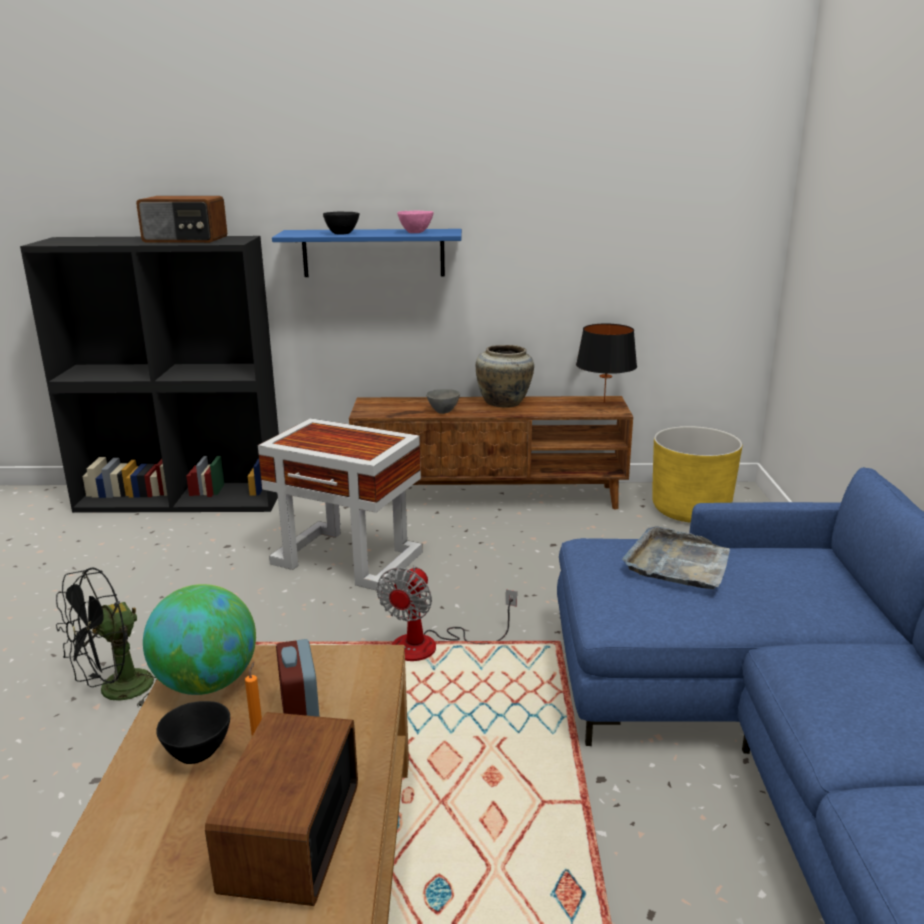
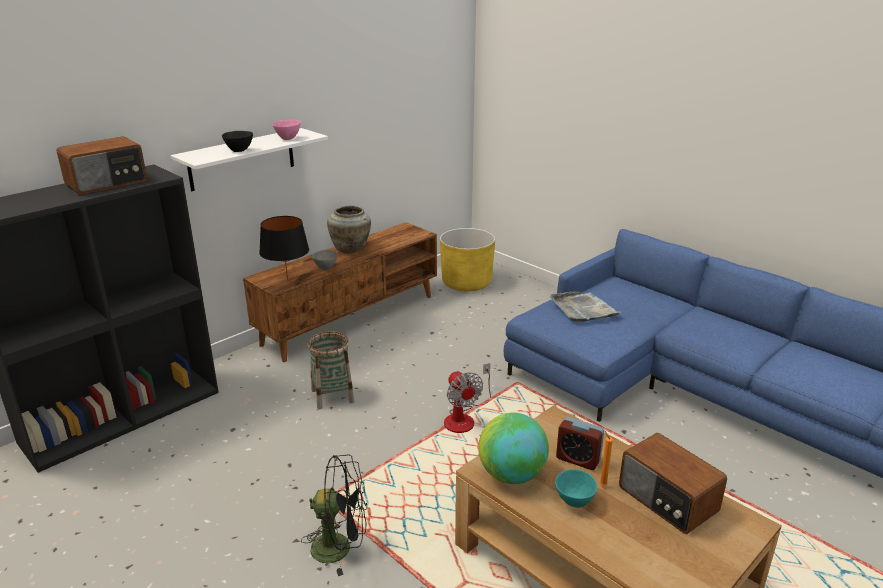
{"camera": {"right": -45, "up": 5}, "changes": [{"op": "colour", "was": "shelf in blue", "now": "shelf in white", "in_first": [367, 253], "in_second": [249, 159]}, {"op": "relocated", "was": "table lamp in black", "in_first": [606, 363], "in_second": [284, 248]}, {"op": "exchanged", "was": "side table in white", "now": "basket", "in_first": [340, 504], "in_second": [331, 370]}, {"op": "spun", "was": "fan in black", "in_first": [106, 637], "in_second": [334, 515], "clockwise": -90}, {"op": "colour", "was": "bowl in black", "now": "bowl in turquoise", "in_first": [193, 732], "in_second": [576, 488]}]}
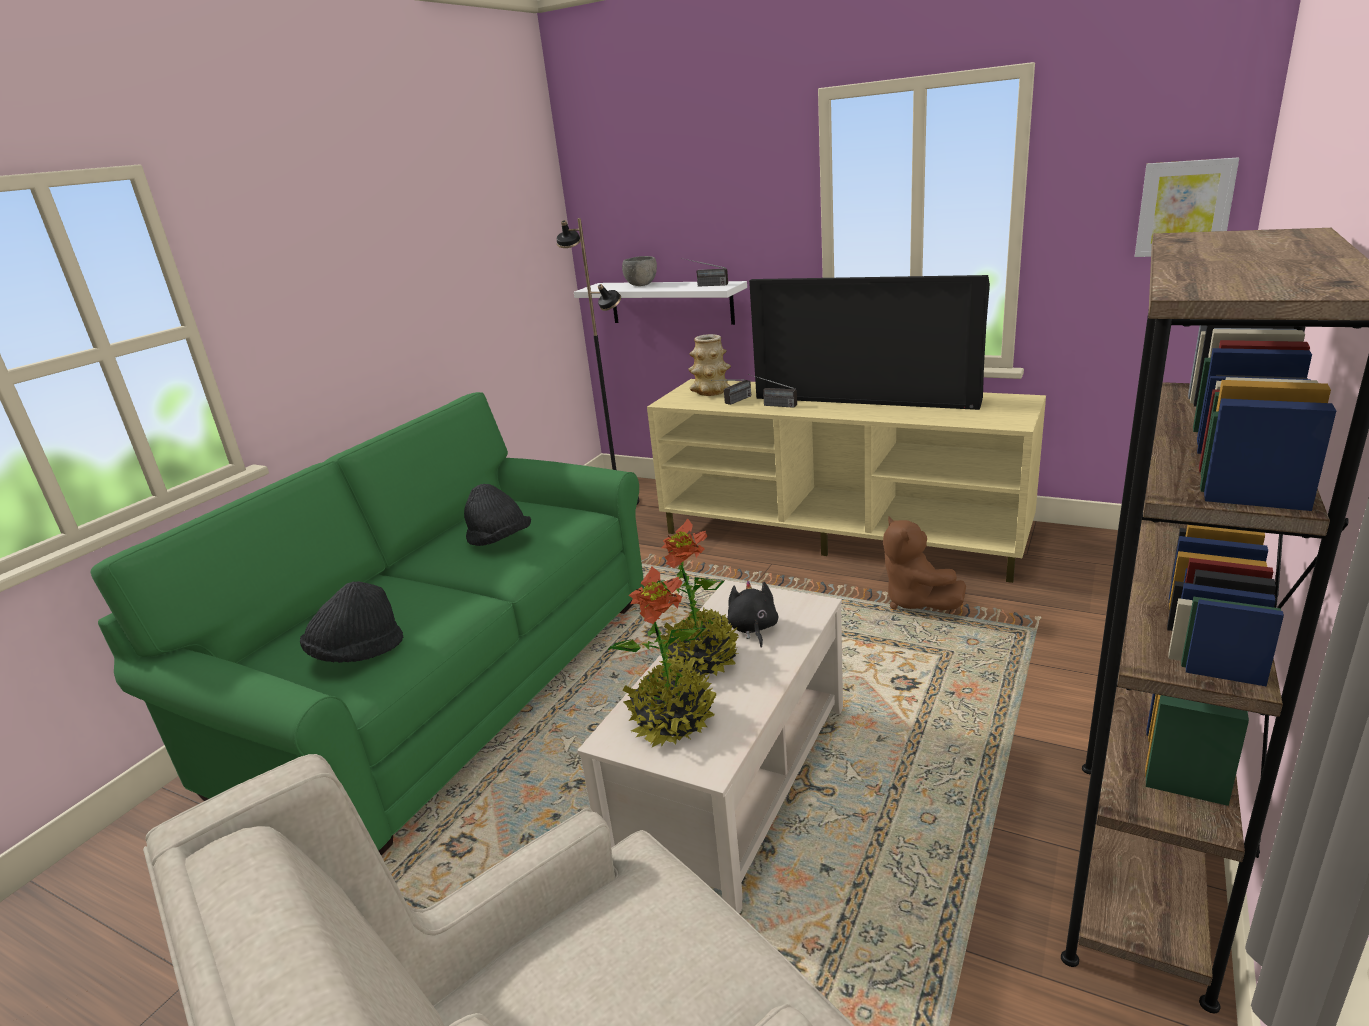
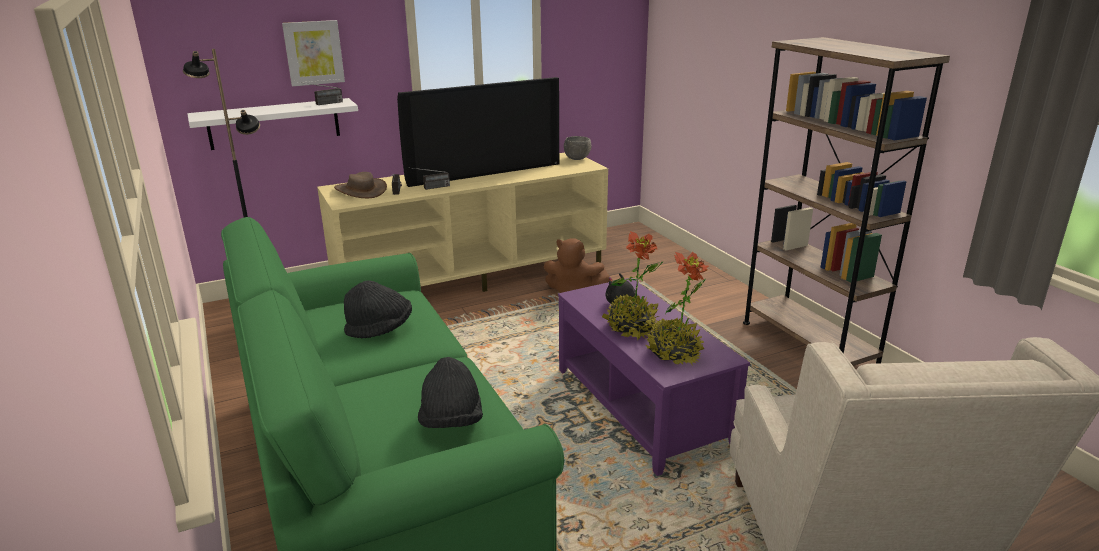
{"camera": {"right": -55, "up": 0}, "changes": [{"op": "relocated", "was": "picture", "in_first": [1187, 207], "in_second": [313, 53]}, {"op": "relocated", "was": "bowl in grey", "in_first": [639, 271], "in_second": [578, 148]}, {"op": "exchanged", "was": "vase", "now": "hat in brown", "in_first": [709, 365], "in_second": [360, 185]}, {"op": "colour", "was": "coffee table in beige", "now": "coffee table in purple", "in_first": [710, 747], "in_second": [654, 377]}]}
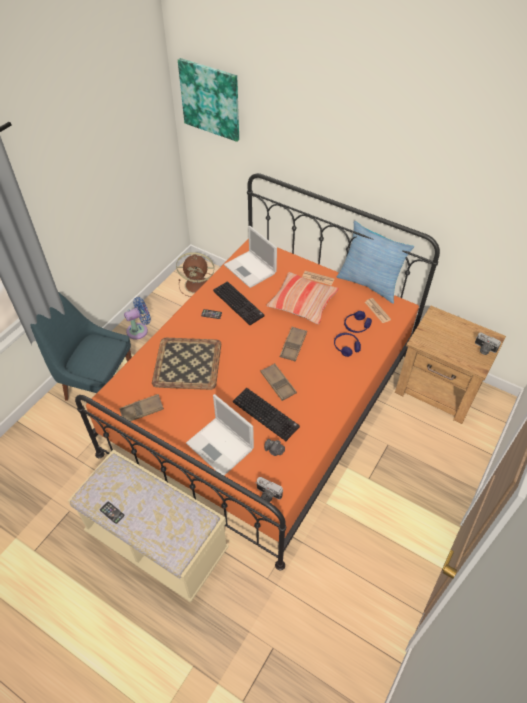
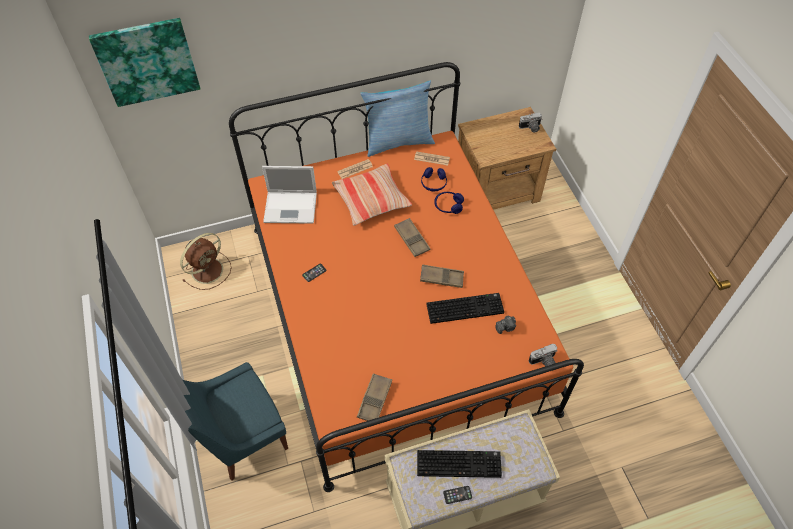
{"camera": {"right": -50, "up": 5}, "changes": [{"op": "relocated", "was": "keyboard", "in_first": [238, 303], "in_second": [459, 464]}, {"op": "missing", "was": "fan in blue", "in_first": [137, 318]}, {"op": "missing", "was": "tray", "in_first": [186, 364]}, {"op": "missing", "was": "laptop", "in_first": [220, 434]}]}
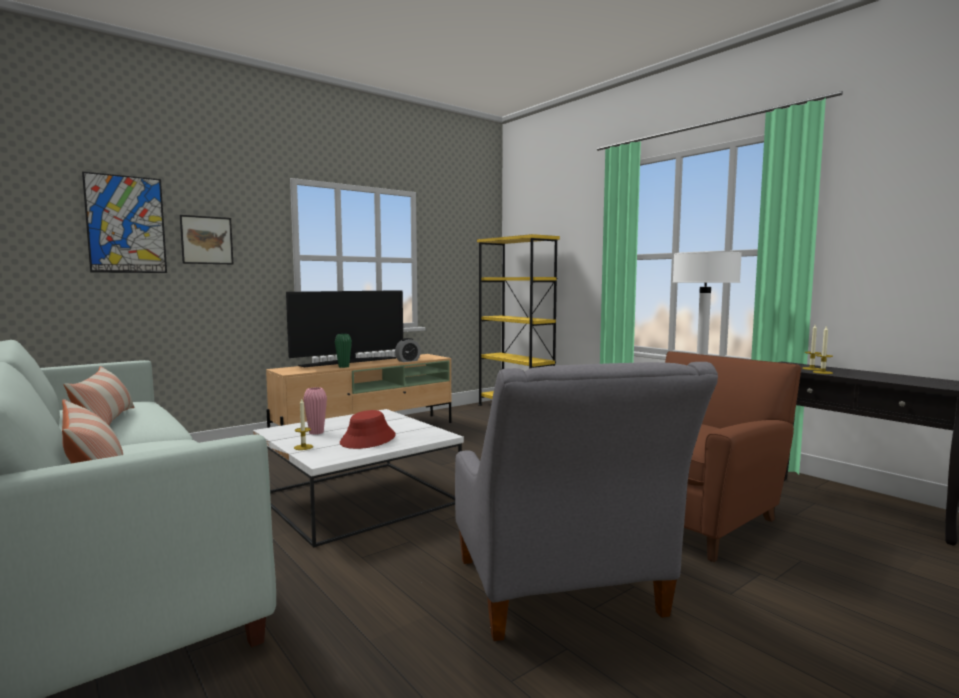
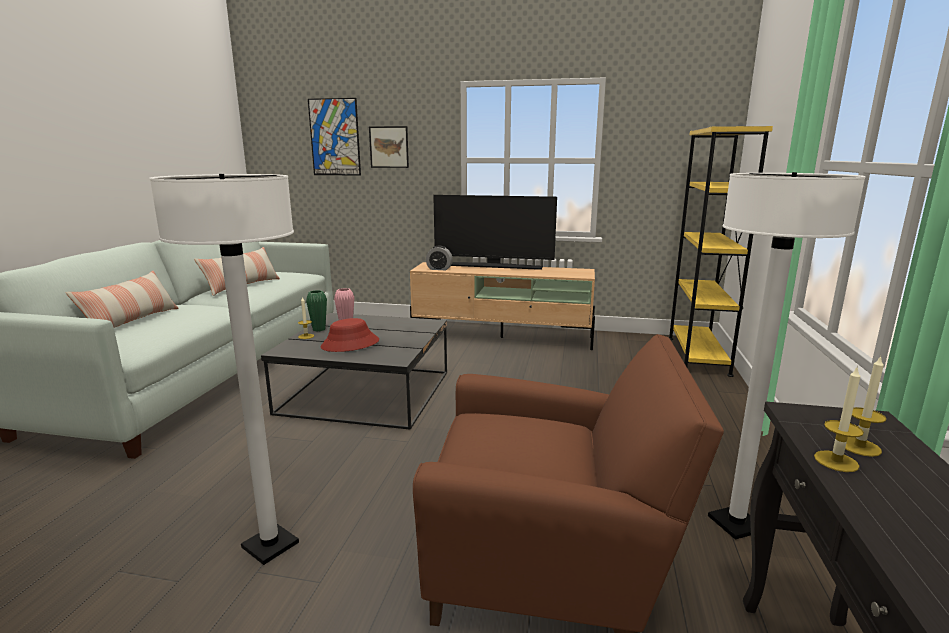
{"camera": {"right": 50, "up": 10}, "changes": [{"op": "relocated", "was": "vase in green", "in_first": [343, 351], "in_second": [316, 310]}, {"op": "relocated", "was": "alarm clock", "in_first": [408, 350], "in_second": [439, 258]}, {"op": "exchanged", "was": "armchair in grey", "now": "floor lamp in white", "in_first": [586, 501], "in_second": [224, 369]}, {"op": "colour", "was": "coffee table in white", "now": "coffee table in black", "in_first": [358, 478], "in_second": [354, 371]}]}
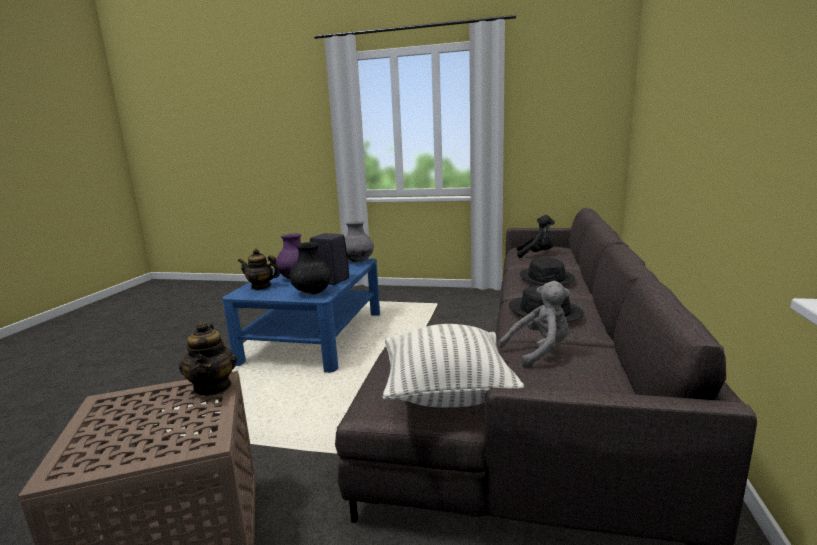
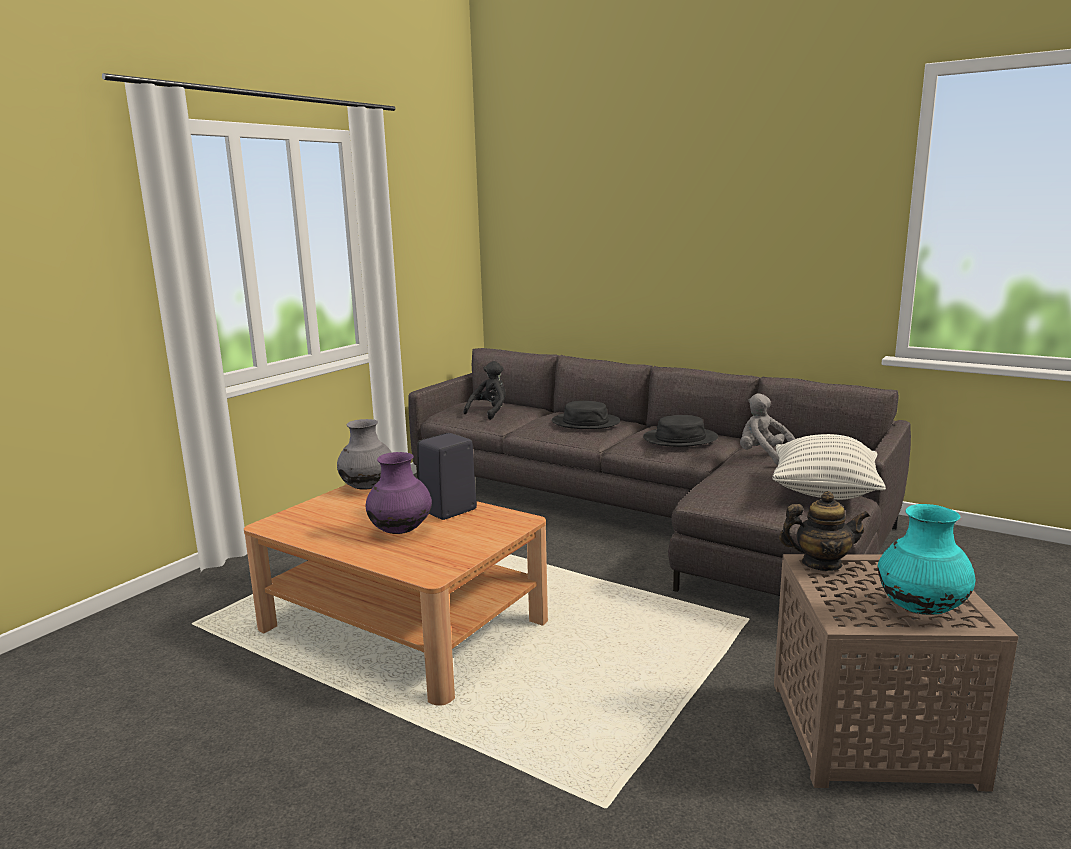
{"camera": {"right": -70, "up": 0}, "changes": [{"op": "missing", "was": "vase in black", "in_first": [310, 268]}, {"op": "missing", "was": "teapot", "in_first": [259, 269]}, {"op": "colour", "was": "coffee table in blue", "now": "coffee table in brown", "in_first": [301, 315], "in_second": [396, 595]}, {"op": "spun", "was": "plush toy in grey", "in_first": [534, 325], "in_second": [767, 429], "clockwise": -45}, {"op": "appeared", "now": "vase in turquoise", "in_second": [926, 559]}]}
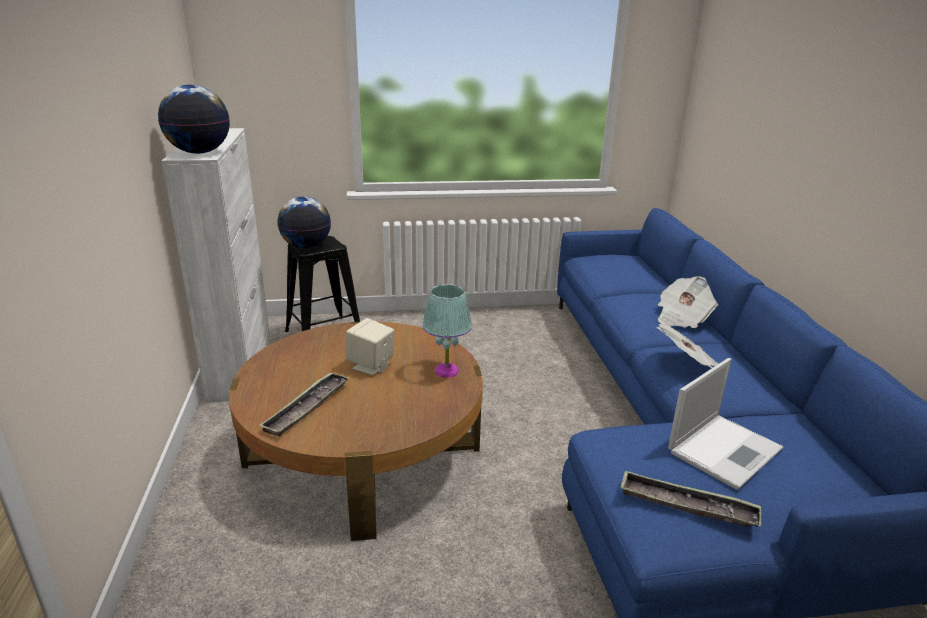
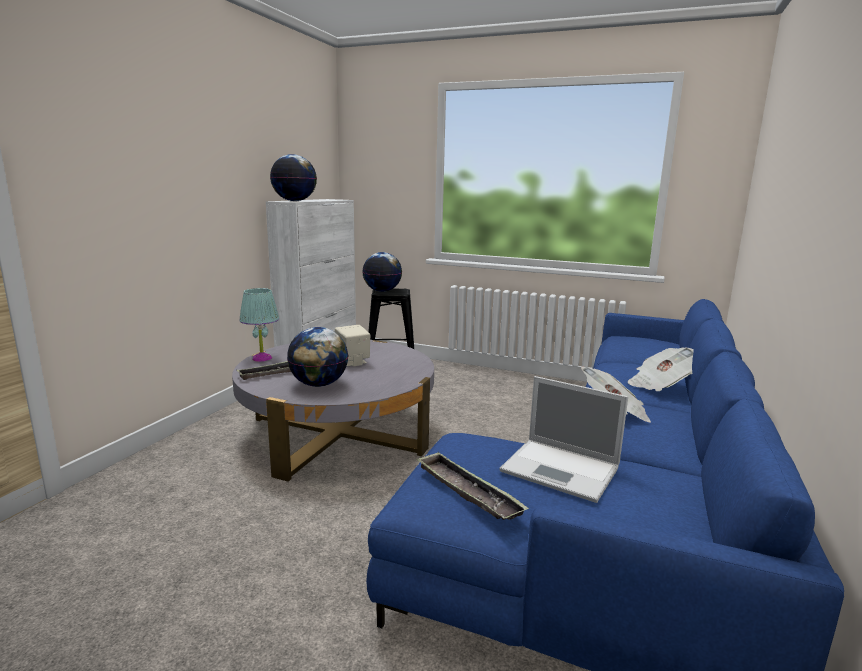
{"camera": {"right": 30, "up": -10}, "changes": [{"op": "relocated", "was": "table lamp in turquoise", "in_first": [447, 331], "in_second": [259, 325]}, {"op": "colour", "was": "coffee table in brown", "now": "coffee table in grey", "in_first": [356, 431], "in_second": [333, 411]}, {"op": "spun", "was": "laptop", "in_first": [725, 424], "in_second": [563, 439], "clockwise": 45}, {"op": "appeared", "now": "globe", "in_second": [317, 357]}]}
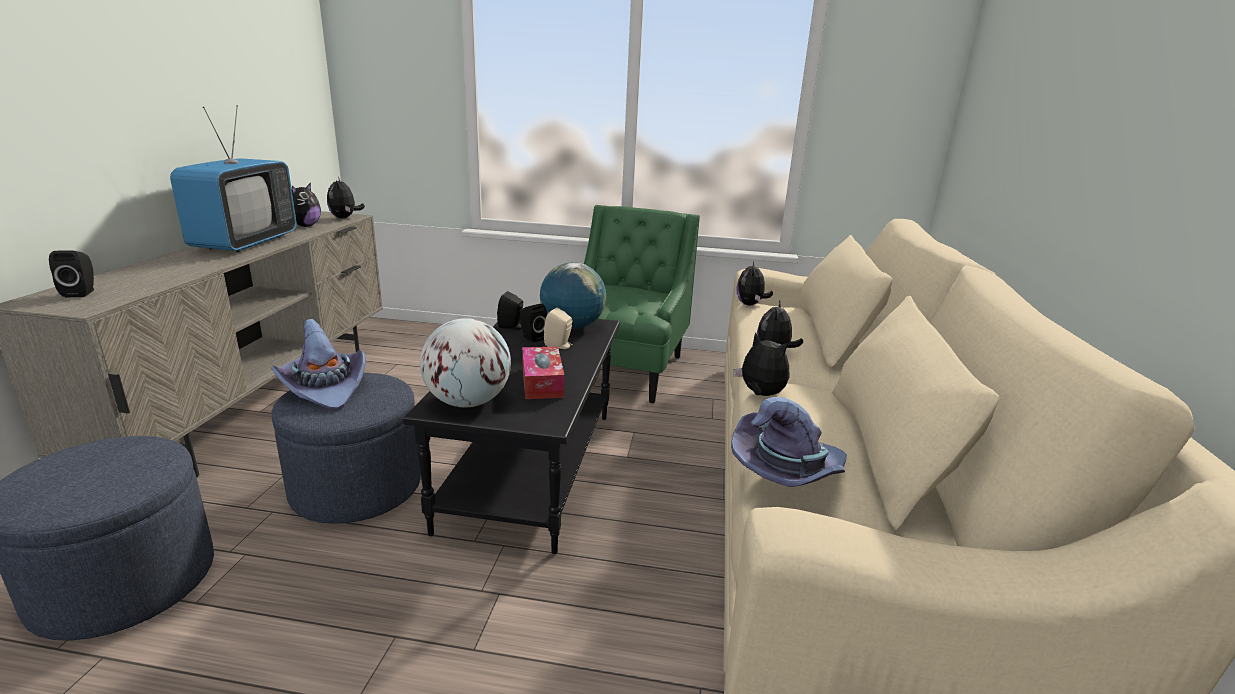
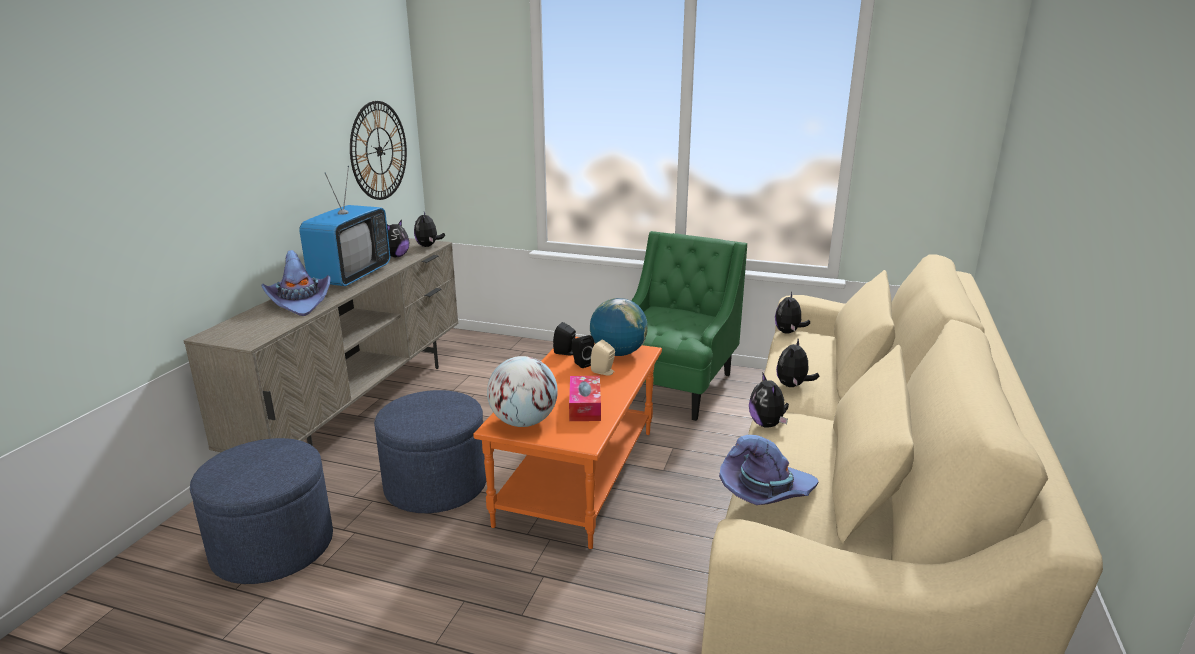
{"camera": {"right": 10, "up": 0}, "changes": [{"op": "missing", "was": "speaker in black", "in_first": [71, 274]}, {"op": "relocated", "was": "hat in purple", "in_first": [318, 364], "in_second": [296, 283]}, {"op": "colour", "was": "coffee table in black", "now": "coffee table in orange", "in_first": [511, 436], "in_second": [567, 443]}, {"op": "spun", "was": "plush toy", "in_first": [761, 364], "in_second": [769, 400], "clockwise": -150}, {"op": "appeared", "now": "wall clock", "in_second": [378, 150]}]}
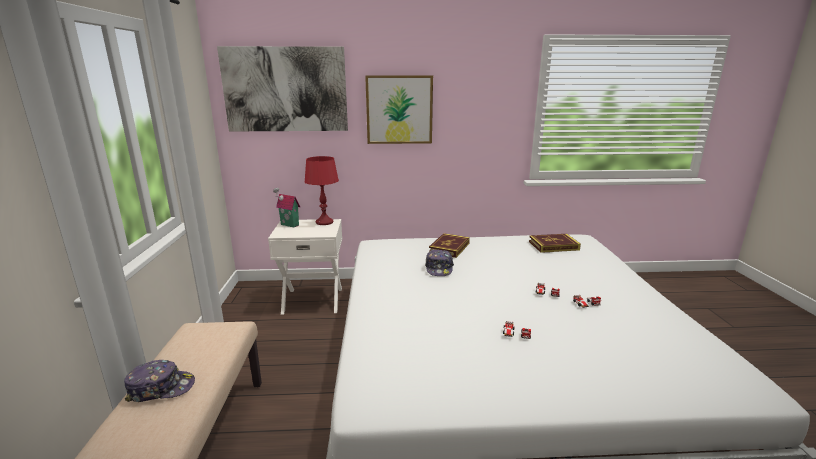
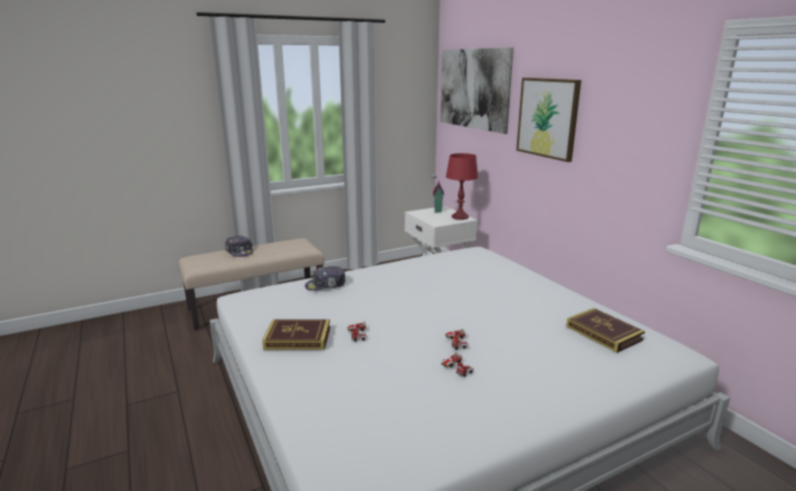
{"camera": {"right": 65, "up": 0}, "changes": [{"op": "relocated", "was": "book", "in_first": [449, 245], "in_second": [296, 334]}, {"op": "relocated", "was": "cap", "in_first": [439, 262], "in_second": [325, 278]}]}
